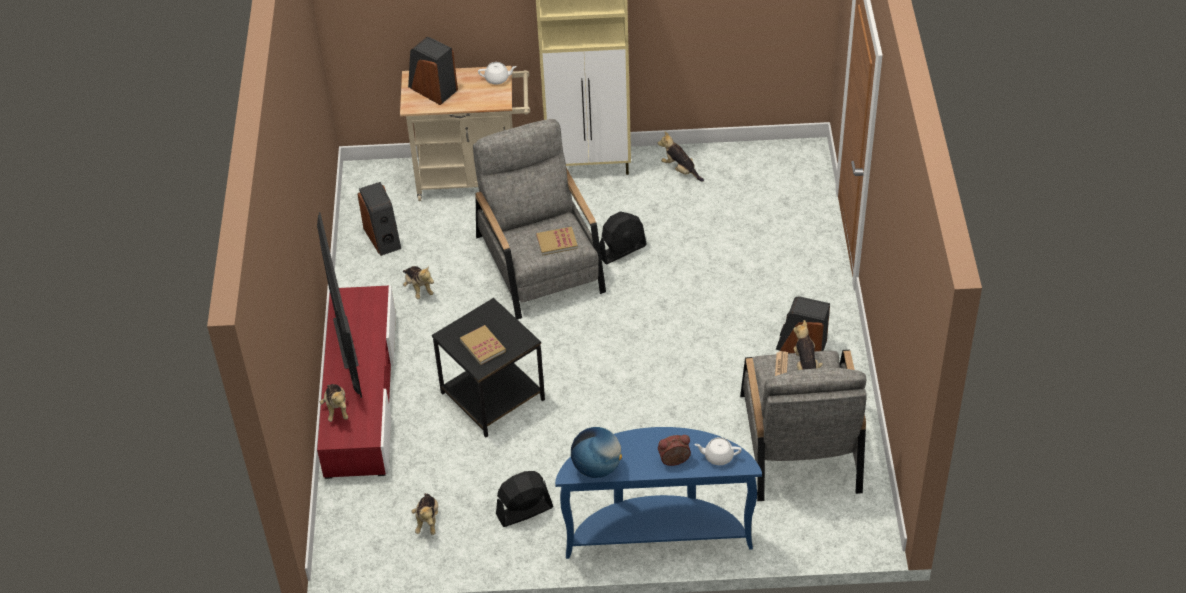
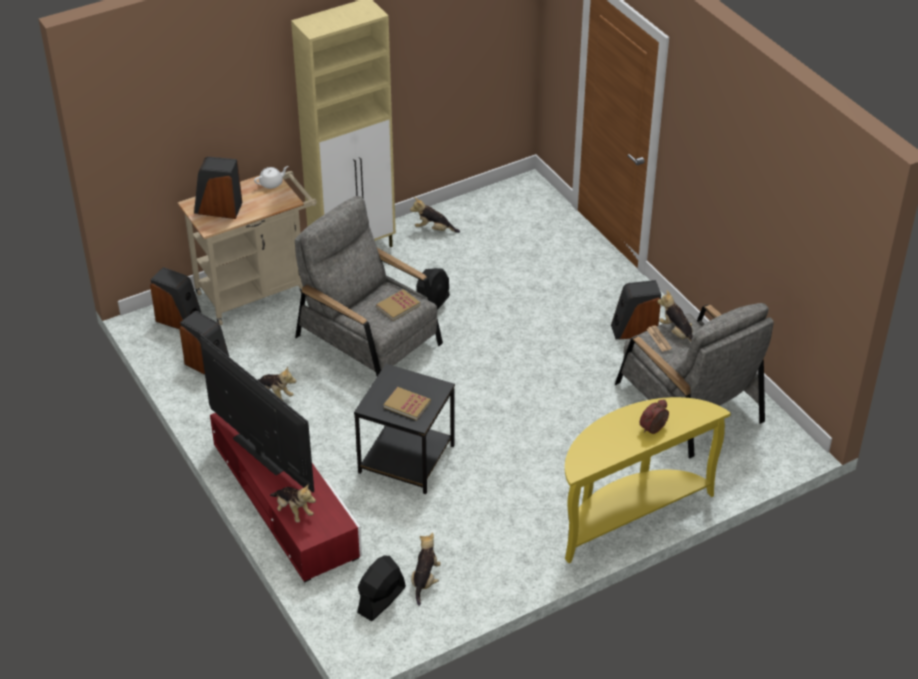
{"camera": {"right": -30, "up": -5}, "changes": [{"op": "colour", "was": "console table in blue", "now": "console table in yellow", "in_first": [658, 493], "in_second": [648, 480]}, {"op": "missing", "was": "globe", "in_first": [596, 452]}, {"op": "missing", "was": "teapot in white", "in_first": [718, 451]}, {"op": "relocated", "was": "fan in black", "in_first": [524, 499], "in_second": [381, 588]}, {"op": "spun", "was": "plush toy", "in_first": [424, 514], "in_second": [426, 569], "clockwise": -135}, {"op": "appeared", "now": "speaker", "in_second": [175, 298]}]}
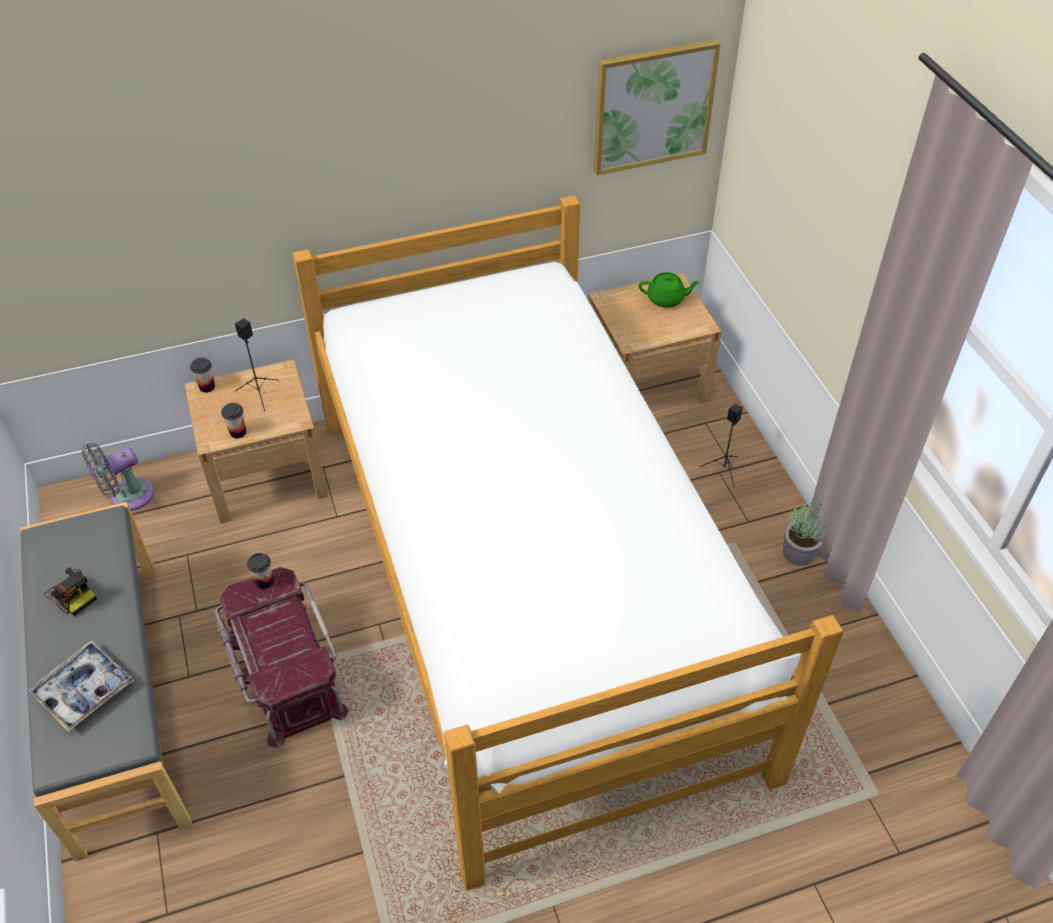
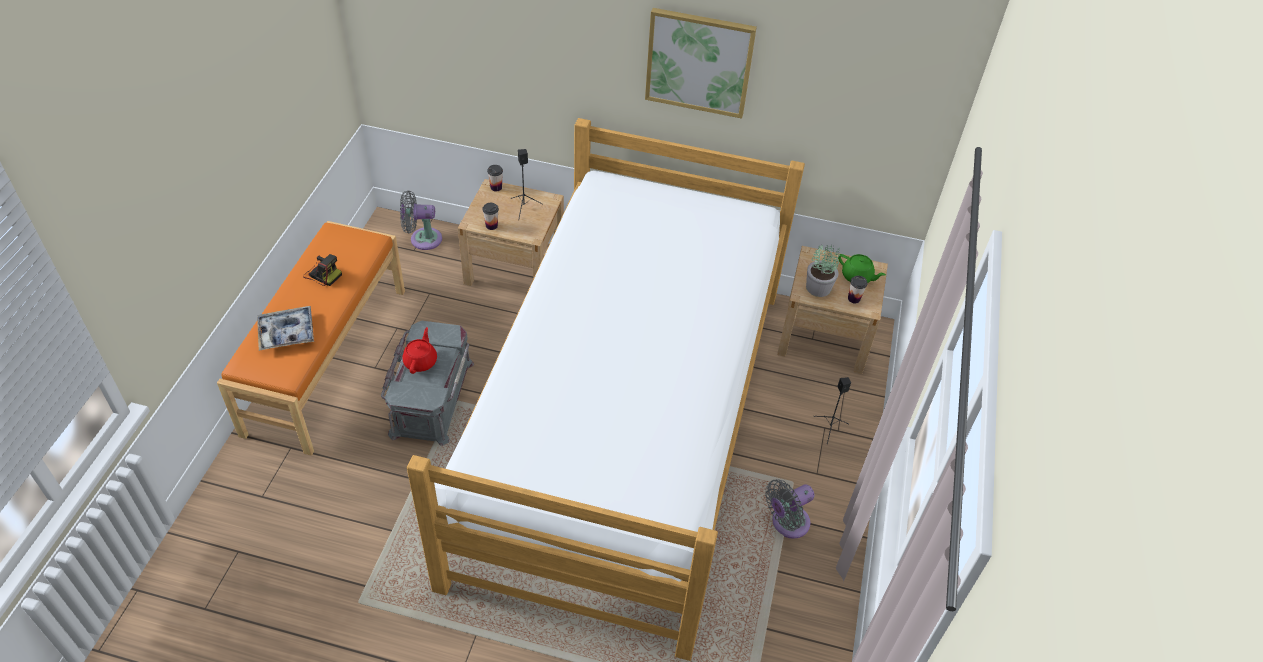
{"camera": {"right": 30, "up": 0}, "changes": [{"op": "relocated", "was": "picture", "in_first": [657, 107], "in_second": [701, 63]}, {"op": "relocated", "was": "potted plant", "in_first": [804, 533], "in_second": [823, 270]}, {"op": "colour", "was": "bench in grey", "now": "bench in orange", "in_first": [106, 681], "in_second": [311, 338]}, {"op": "relocated", "was": "cup", "in_first": [260, 571], "in_second": [858, 289]}, {"op": "spun", "was": "photo camera", "in_first": [70, 591], "in_second": [322, 270], "clockwise": -45}, {"op": "colour", "was": "storage box in red", "now": "storage box in grey", "in_first": [282, 657], "in_second": [427, 383]}, {"op": "appeared", "now": "teapot in red", "in_second": [419, 350]}, {"op": "appeared", "now": "fan in grey", "in_second": [789, 509]}]}
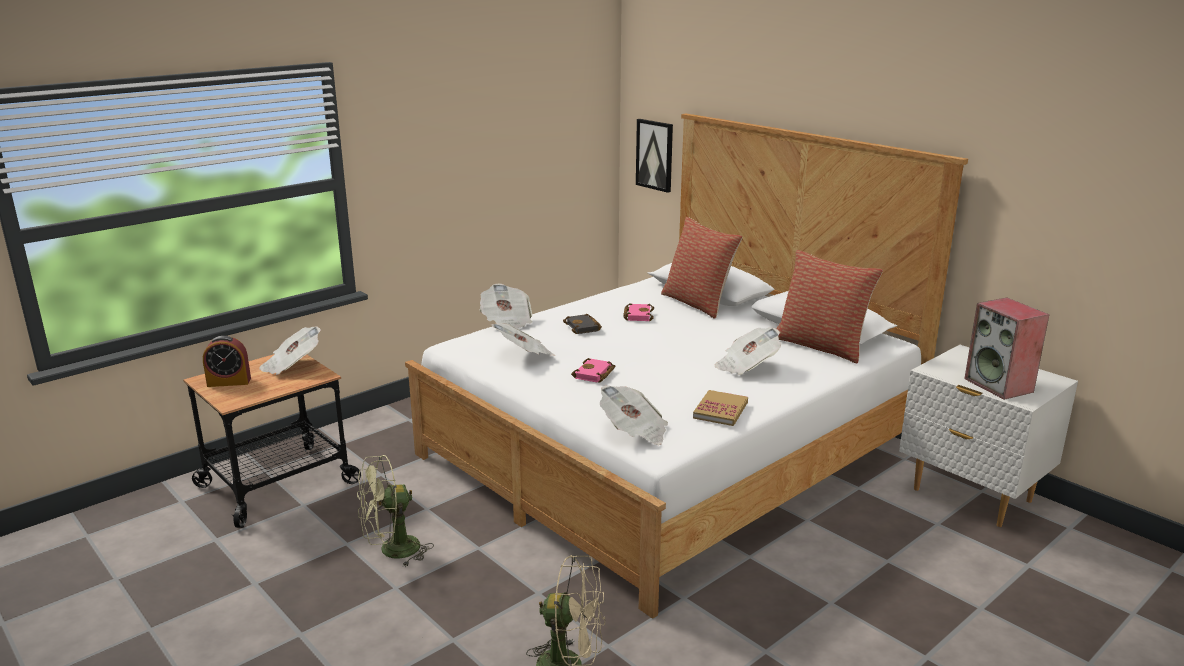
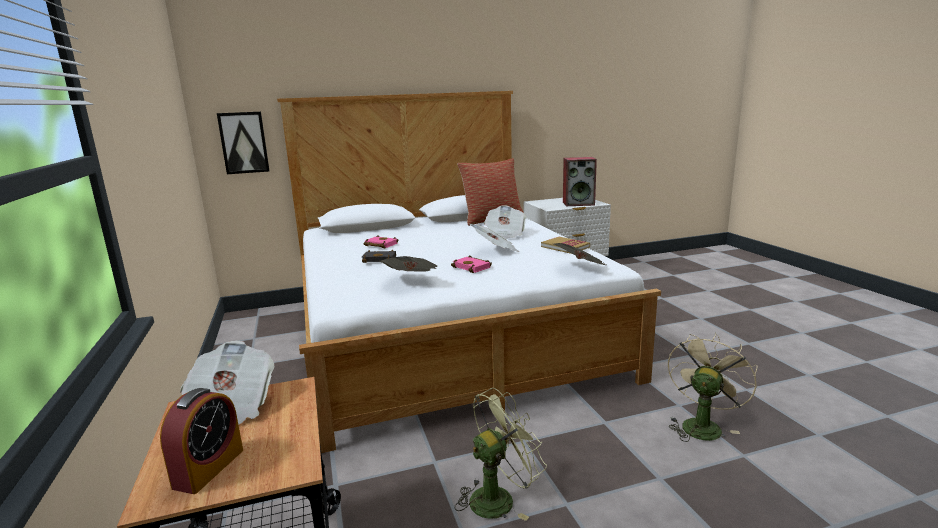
{"camera": {"right": -65, "up": -5}, "changes": [{"op": "missing", "was": "pillow", "in_first": [702, 268]}, {"op": "relocated", "was": "newspaper", "in_first": [506, 306], "in_second": [495, 238]}, {"op": "spun", "was": "fan in green", "in_first": [395, 511], "in_second": [501, 454], "clockwise": -120}]}
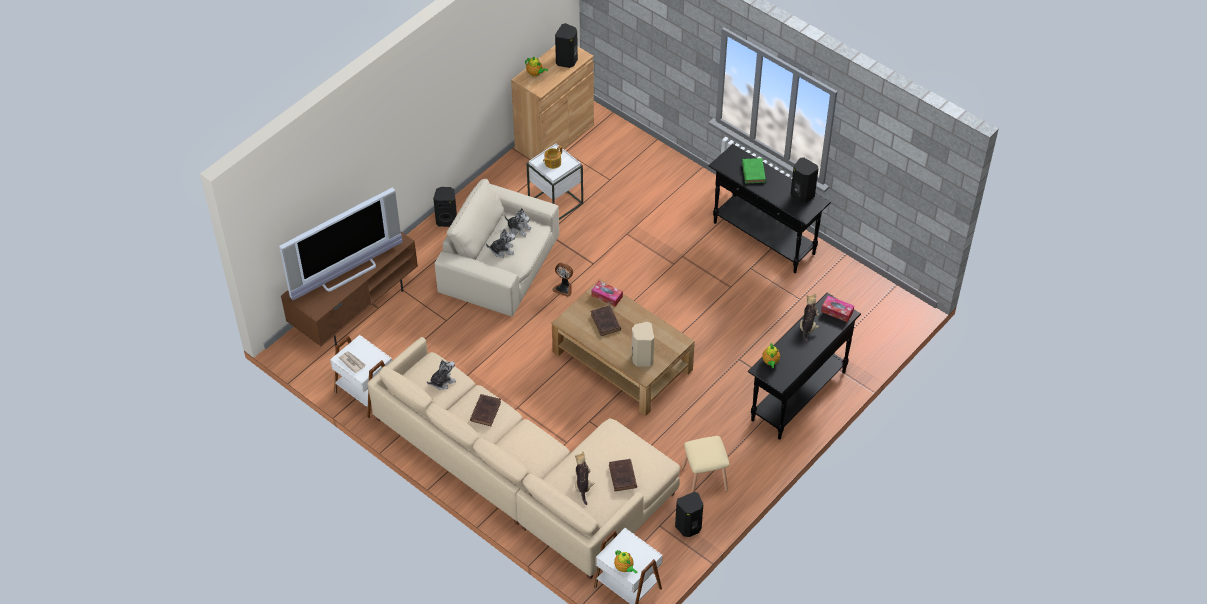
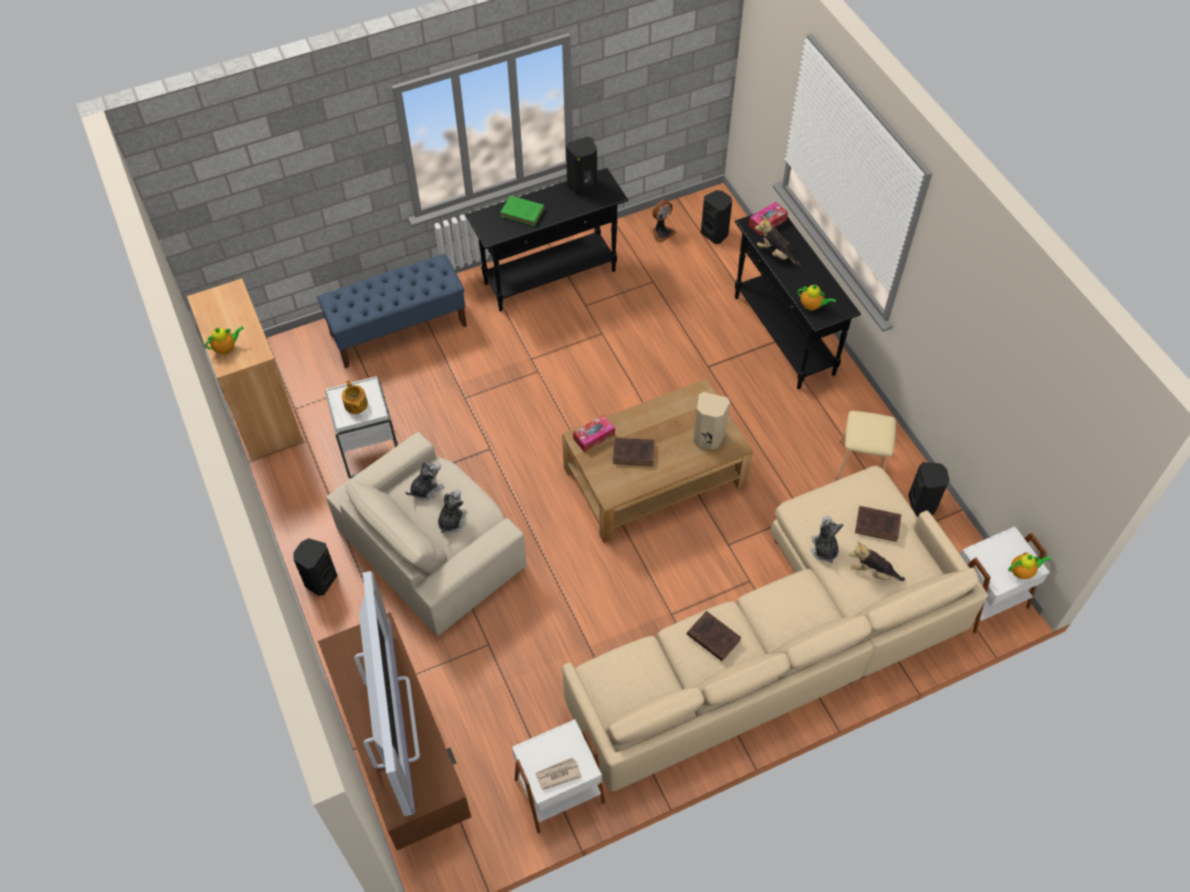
{"camera": {"right": -65, "up": 5}, "changes": [{"op": "relocated", "was": "speaker in black", "in_first": [566, 45], "in_second": [716, 217]}, {"op": "relocated", "was": "fan", "in_first": [562, 280], "in_second": [664, 221]}, {"op": "relocated", "was": "plush toy", "in_first": [441, 374], "in_second": [827, 539]}, {"op": "appeared", "now": "bench in blue", "in_second": [392, 311]}]}
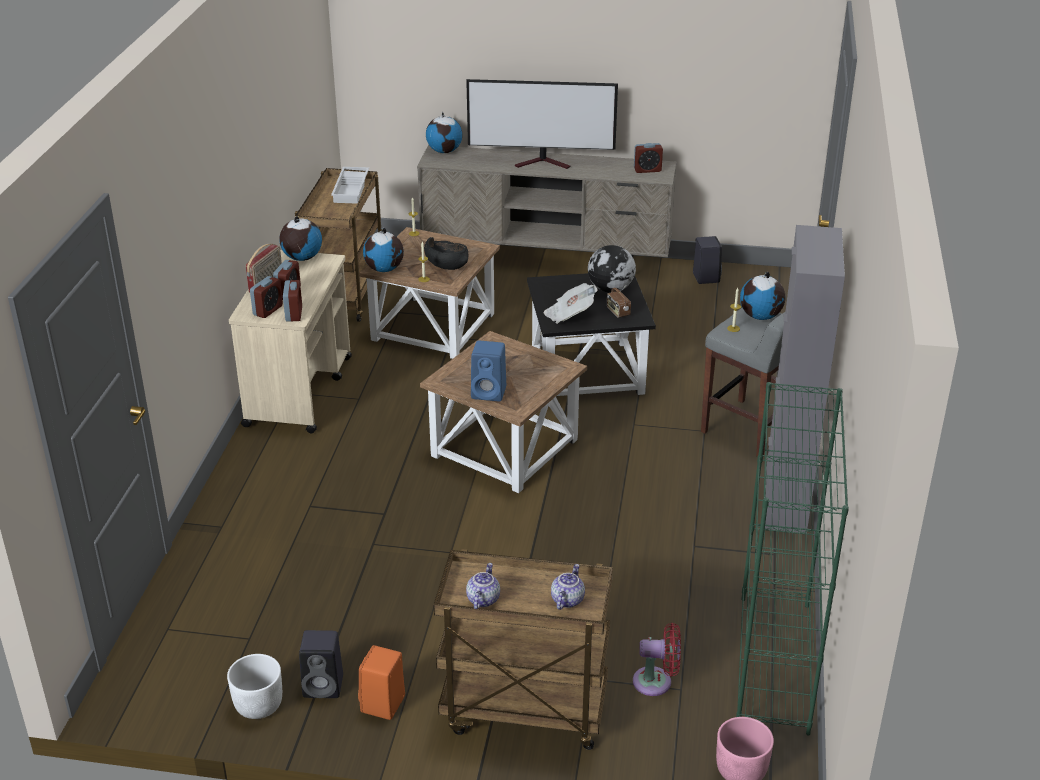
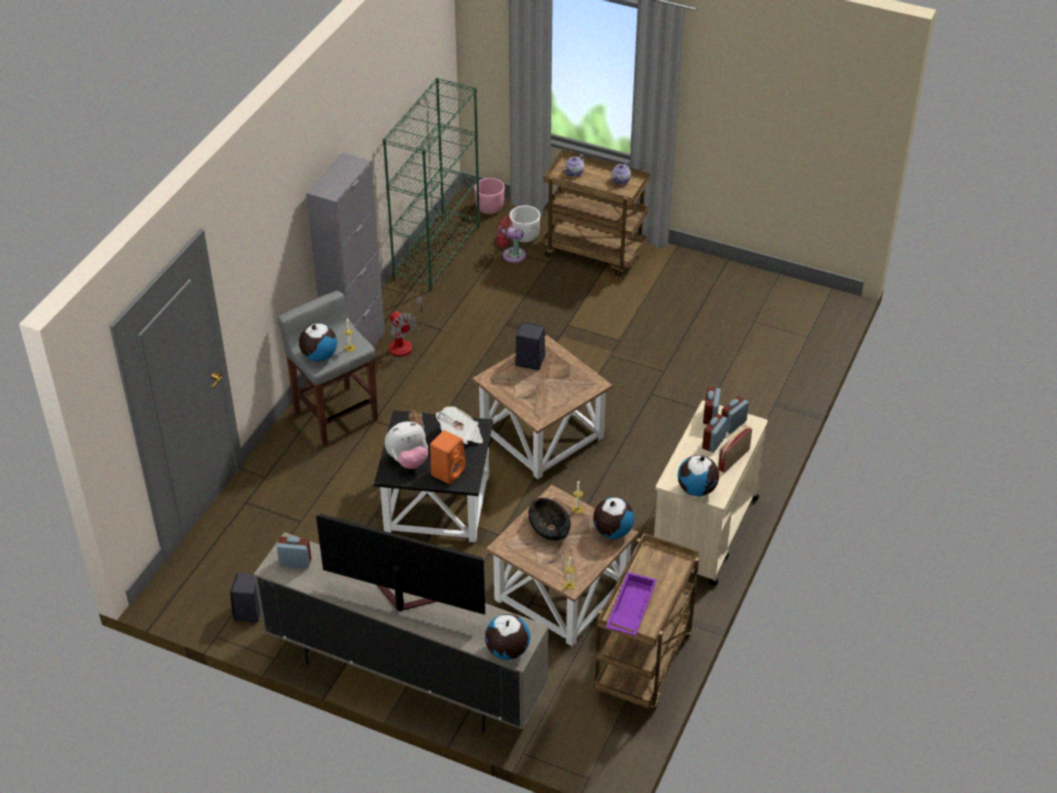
{"camera": {"right": -165, "up": 10}, "changes": [{"op": "colour", "was": "tray in white", "now": "tray in purple", "in_first": [350, 185], "in_second": [631, 604]}, {"op": "exchanged", "was": "globe", "now": "plush toy", "in_first": [612, 269], "in_second": [406, 445]}, {"op": "missing", "was": "speaker in blue", "in_first": [488, 371]}, {"op": "relocated", "was": "speaker in black", "in_first": [321, 664], "in_second": [530, 346]}, {"op": "relocated", "was": "speaker in orange", "in_first": [381, 682], "in_second": [448, 457]}, {"op": "relocated", "was": "planter in white", "in_first": [254, 686], "in_second": [525, 224]}, {"op": "appeared", "now": "fan", "in_second": [406, 326]}]}
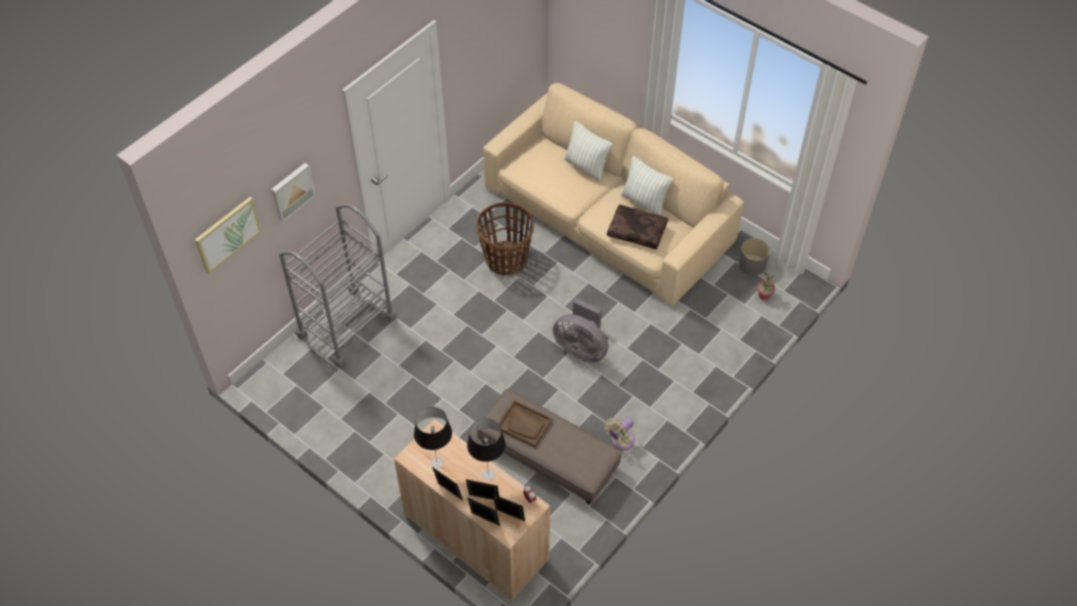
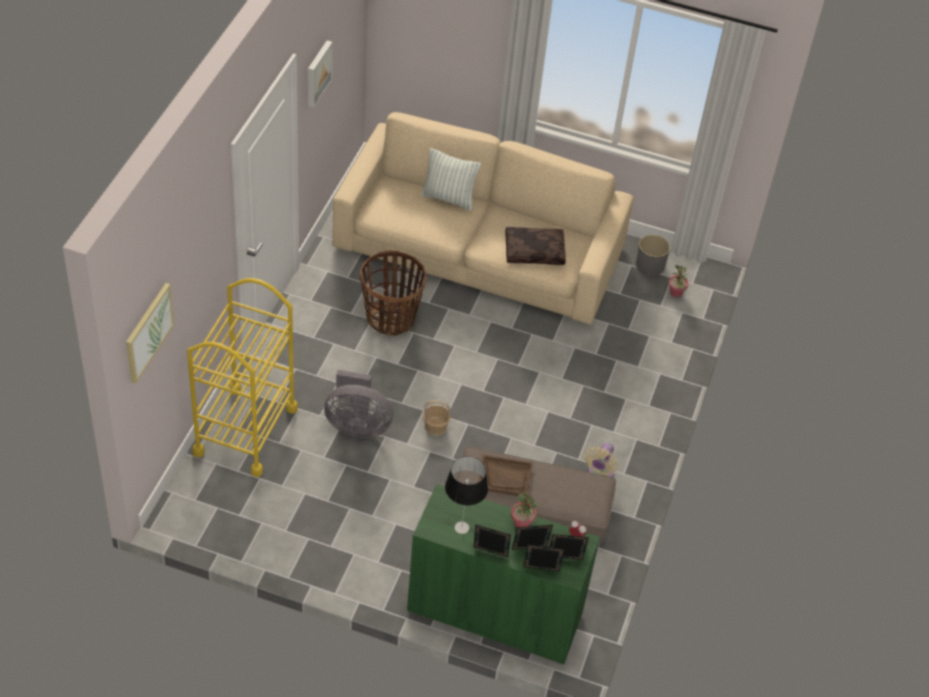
{"camera": {"right": -25, "up": -5}, "changes": [{"op": "missing", "was": "pillow", "in_first": [647, 186]}, {"op": "relocated", "was": "picture", "in_first": [293, 192], "in_second": [320, 73]}, {"op": "colour", "was": "cart in grey", "now": "cart in yellow", "in_first": [337, 286], "in_second": [242, 377]}, {"op": "relocated", "was": "fan in grey", "in_first": [581, 330], "in_second": [358, 403]}, {"op": "exchanged", "was": "table lamp", "now": "potted plant", "in_first": [486, 449], "in_second": [524, 510]}, {"op": "colour", "was": "cabinet in beige", "now": "cabinet in green", "in_first": [472, 509], "in_second": [503, 574]}, {"op": "appeared", "now": "basket", "in_second": [437, 418]}]}
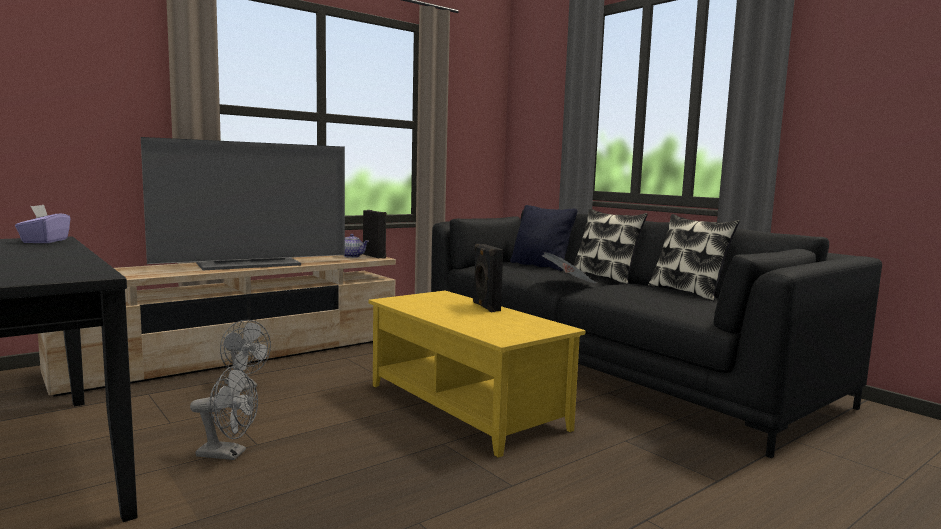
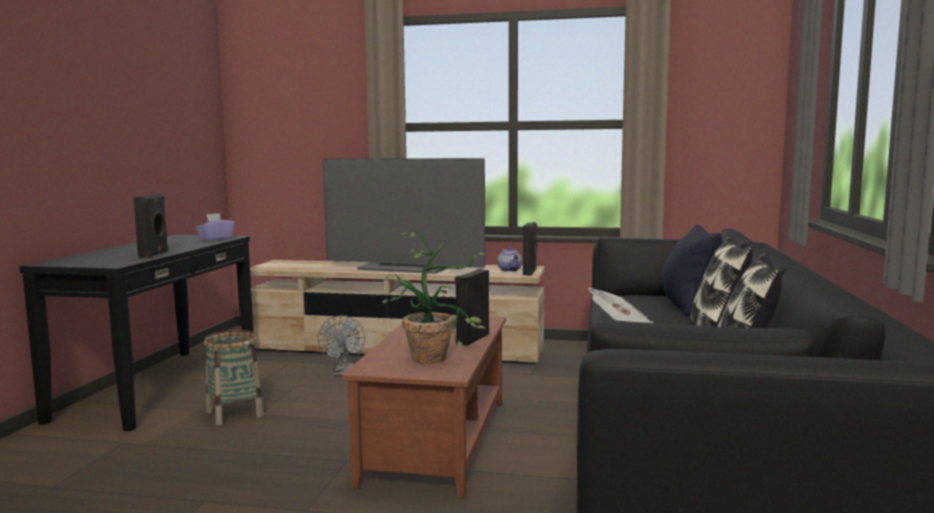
{"camera": {"right": 50, "up": 0}, "changes": [{"op": "colour", "was": "coffee table in yellow", "now": "coffee table in brown", "in_first": [477, 374], "in_second": [424, 405]}, {"op": "exchanged", "was": "fan in grey", "now": "basket", "in_first": [224, 413], "in_second": [233, 378]}, {"op": "appeared", "now": "speaker in black", "in_second": [150, 226]}, {"op": "appeared", "now": "potted plant", "in_second": [434, 297]}]}
